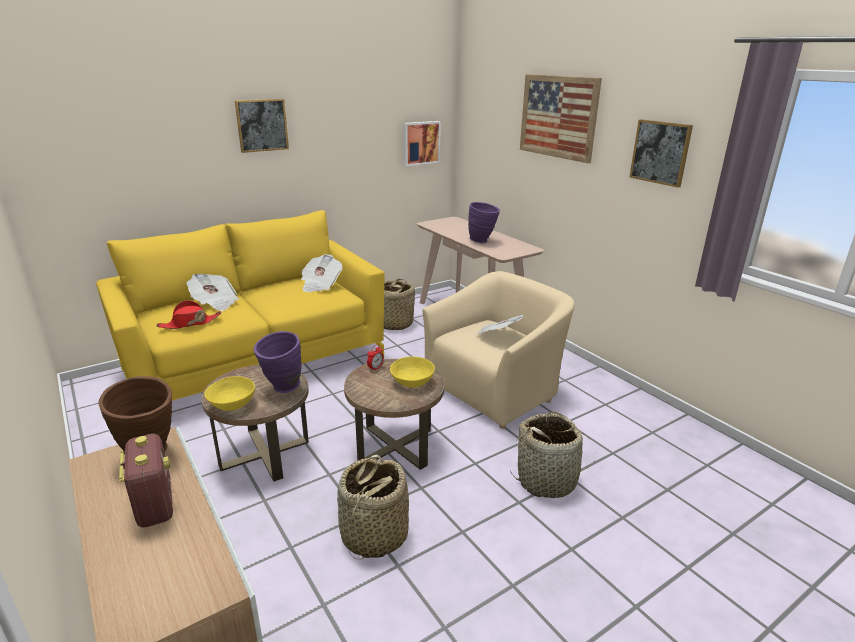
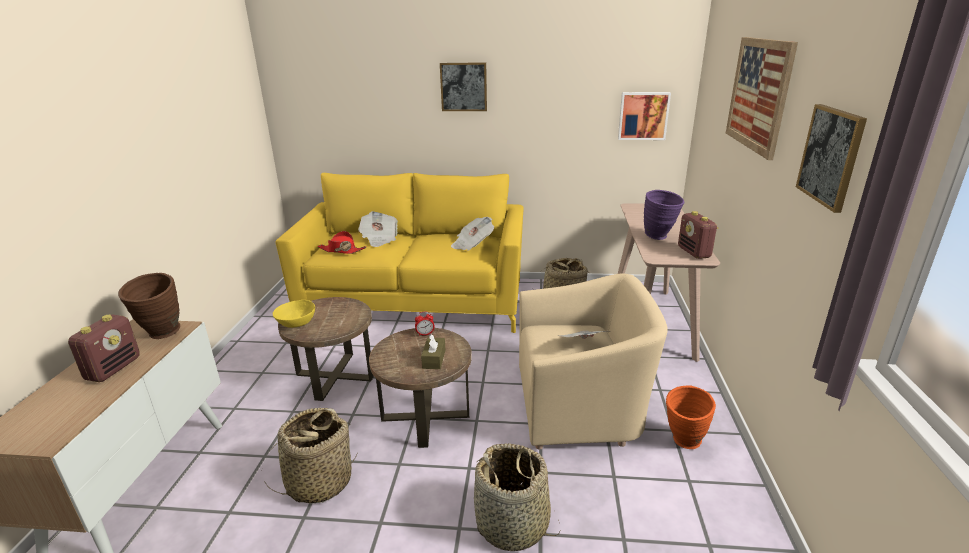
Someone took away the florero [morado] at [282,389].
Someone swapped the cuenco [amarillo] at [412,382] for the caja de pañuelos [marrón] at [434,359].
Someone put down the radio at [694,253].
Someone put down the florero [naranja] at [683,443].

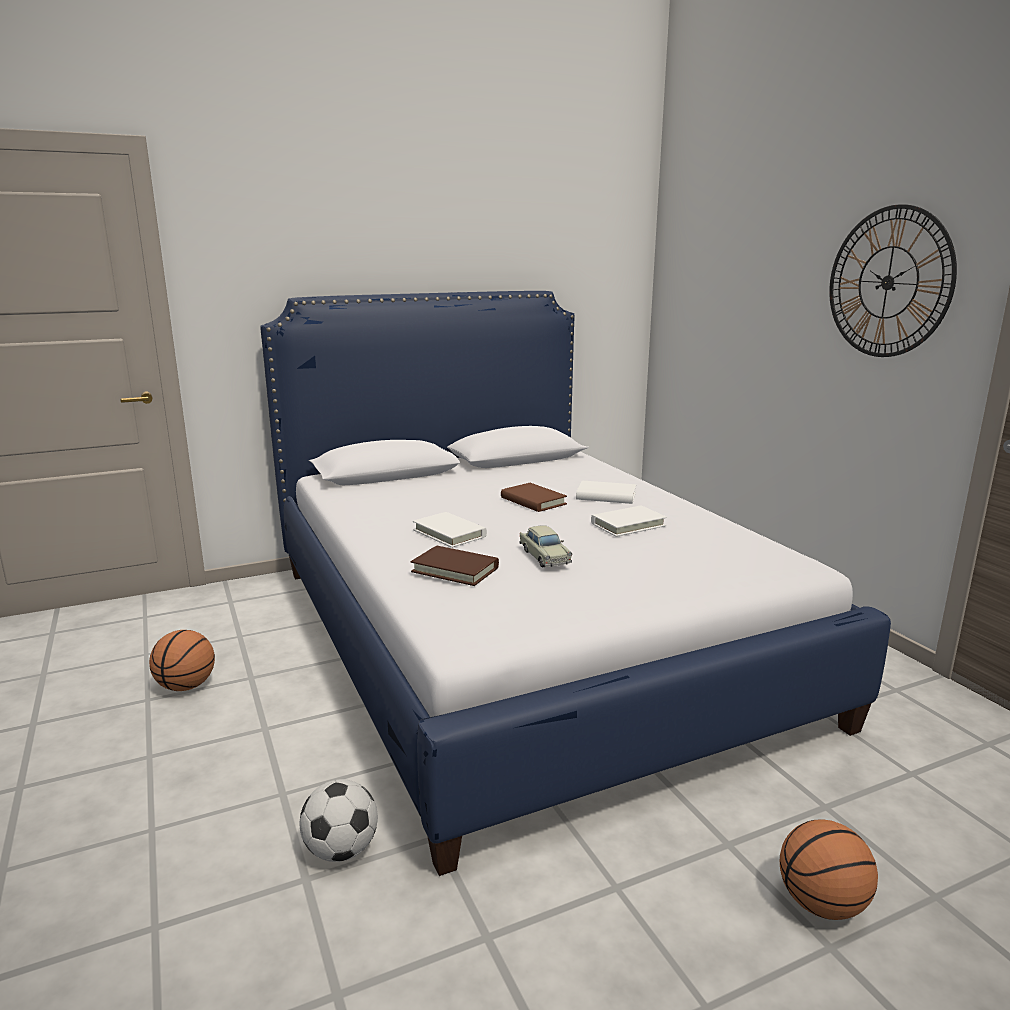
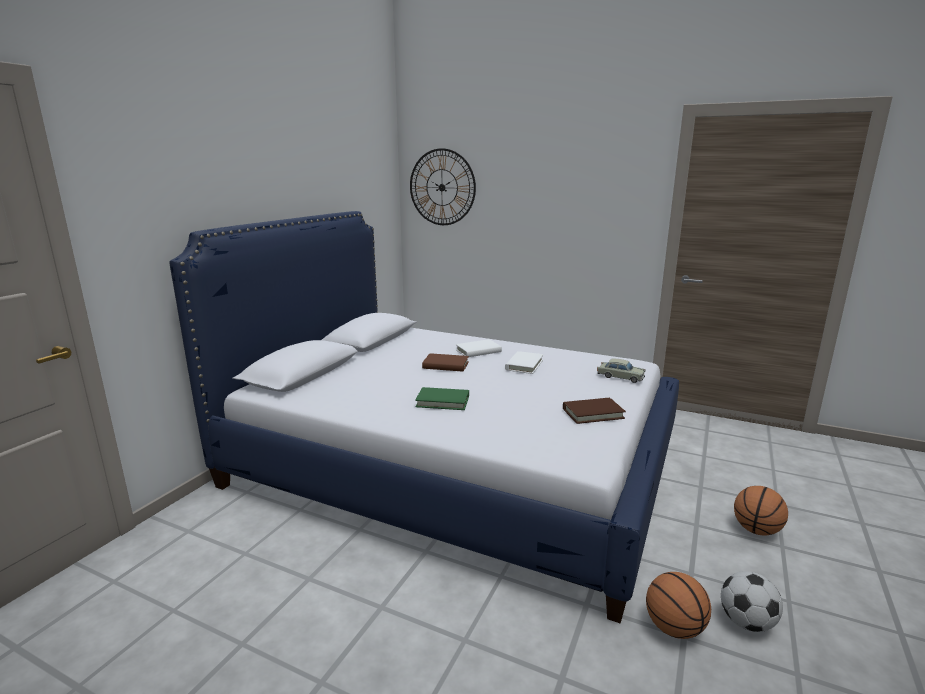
Someone carried the reloj de pared from [888,282] to [442,187].
Someone repainted the libro [blanco] at [449,533], which became the libro [verde] at [442,401].
Someone carried the coche de juguete [beis] from [544,556] to [620,377].
Someone carried the libro [marrón] from [455,570] to [593,413].
Someone carried the balón de baloncesto from [186,686] to [674,628].
Someone carried the balón de fútbol from [341,850] to [746,622].

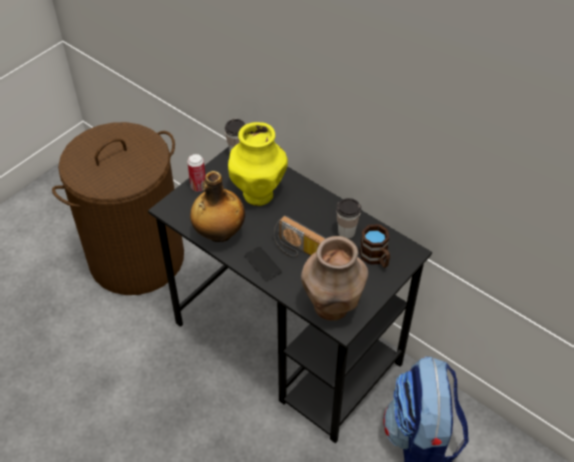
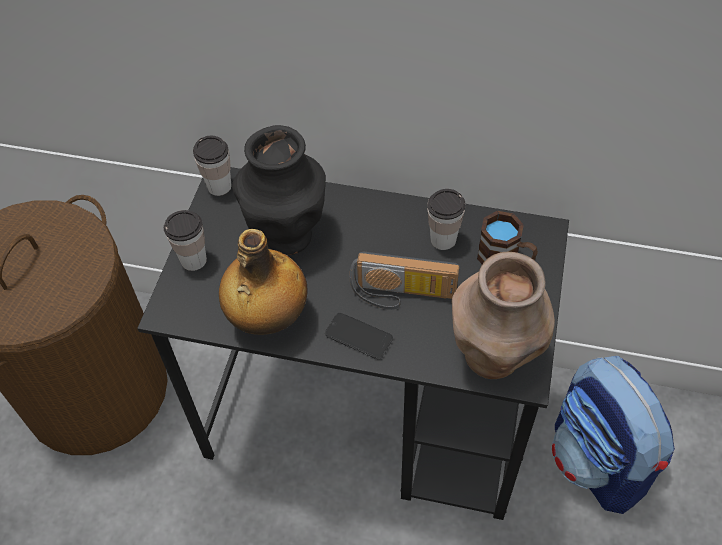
Someone repainted the florero [amarillo] at [258,194], which became the florero [negro] at [288,235].
Someone swapped the lata at [198,187] for the taza at [193,260].

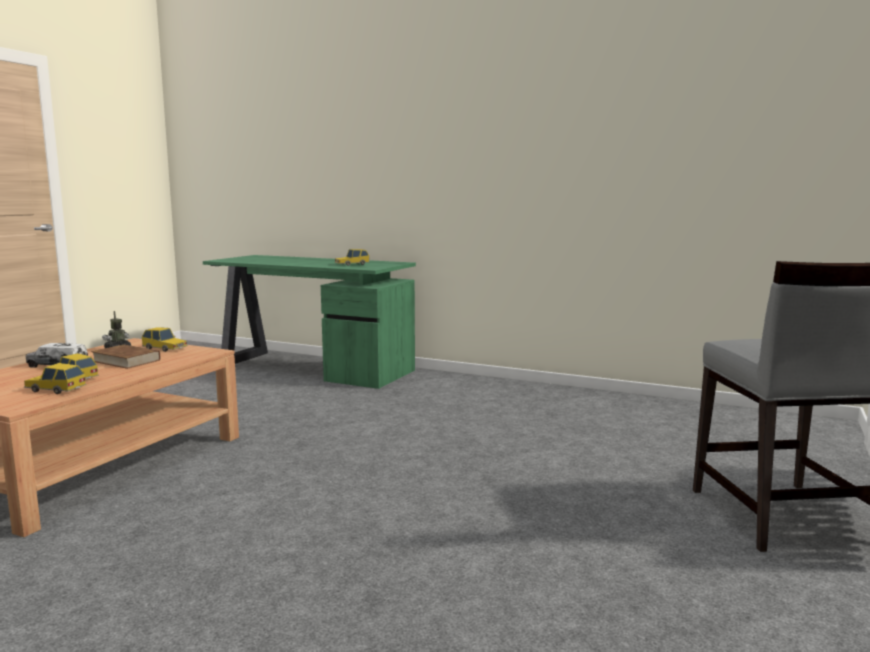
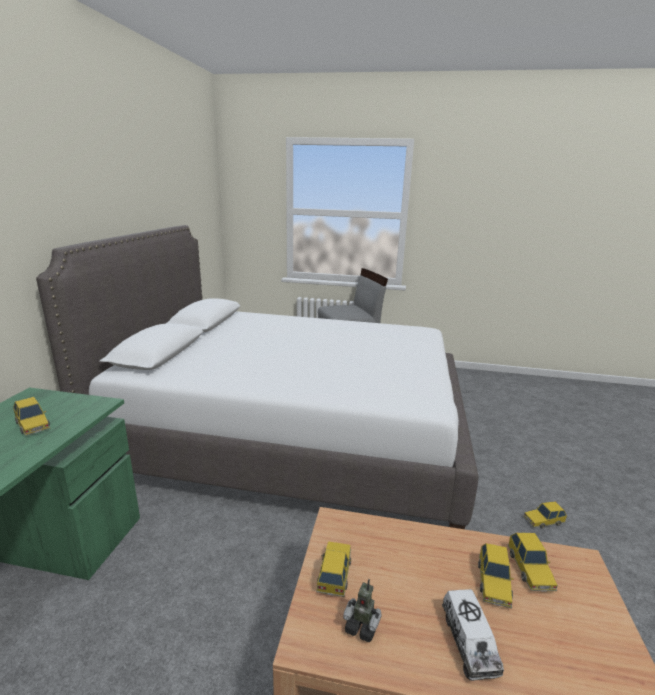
Someone took away the libro [marrón] at [126,360].
Someone put down the cama [blanco] at [293,435].
Someone put down the coche de juguete at [543,520].

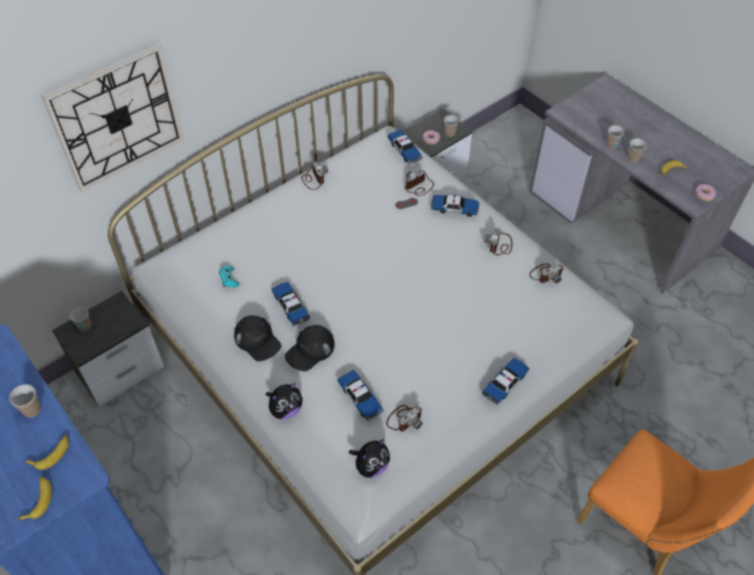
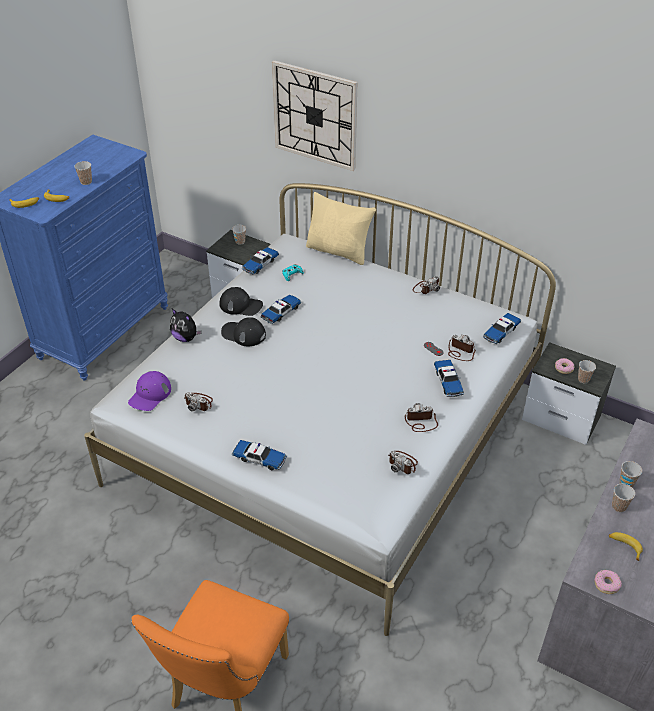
Someone rotated the gorra [negro] at [257,340] by 105 degrees counterclockwise.
Someone carried the coche de juguete from [360,398] to [260,264].
Someone swapped the peluche at [371,466] for the gorra [morado] at [150,395].
Someone put down the cojín [beis] at [339,251].

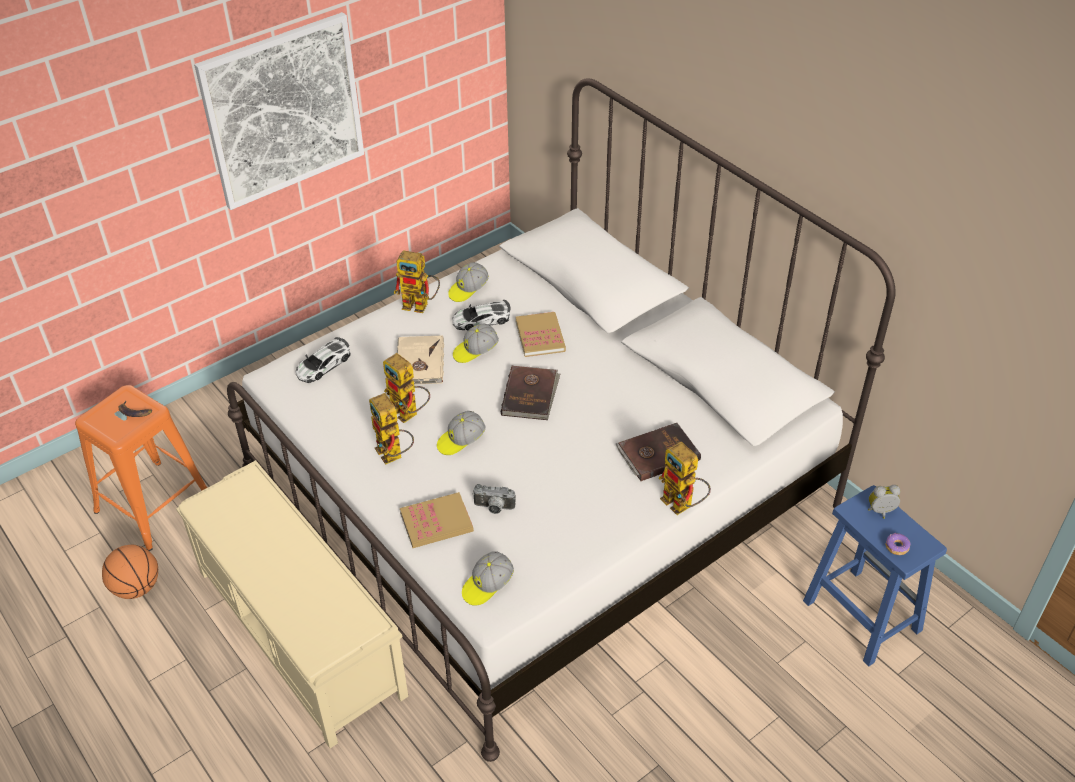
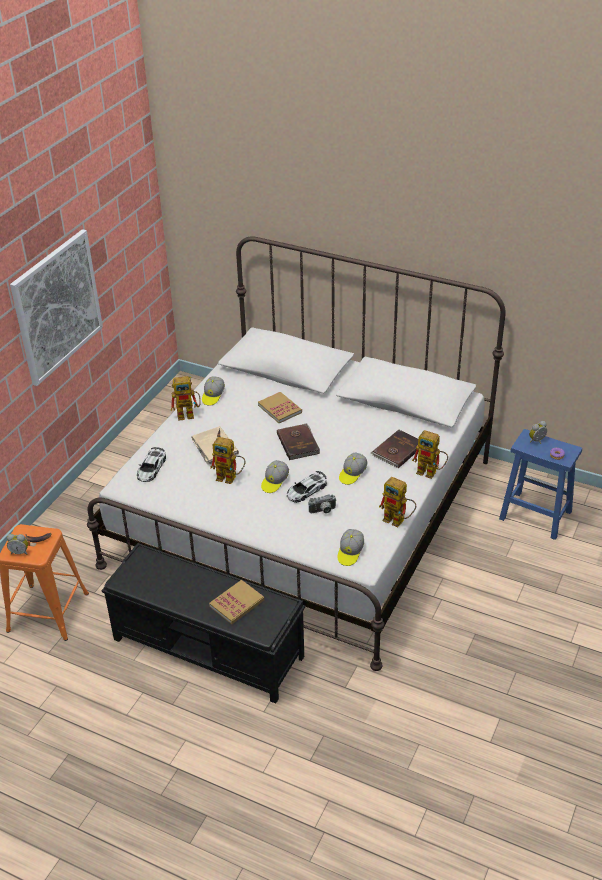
Someone carried the coche de juguete from [481,320] to [306,490].
Someone carried the gorra from [475,351] to [352,474].
Someone carried the robot de juguete from [394,456] to [398,520].
Someone repainted the banco [beis] at [301,633], which became the banco [negro] at [209,648].
Someone carried the libro from [436,522] to [237,603].
Someone took away the balón de baloncesto at [136,587].
Someone put down the despertador at [20,552].

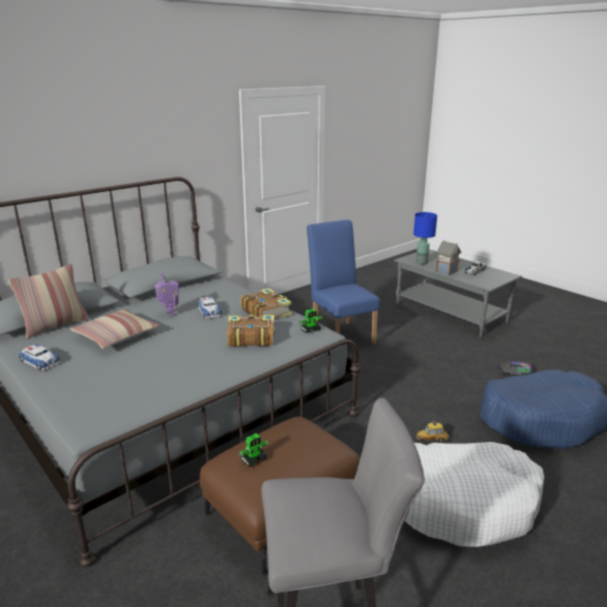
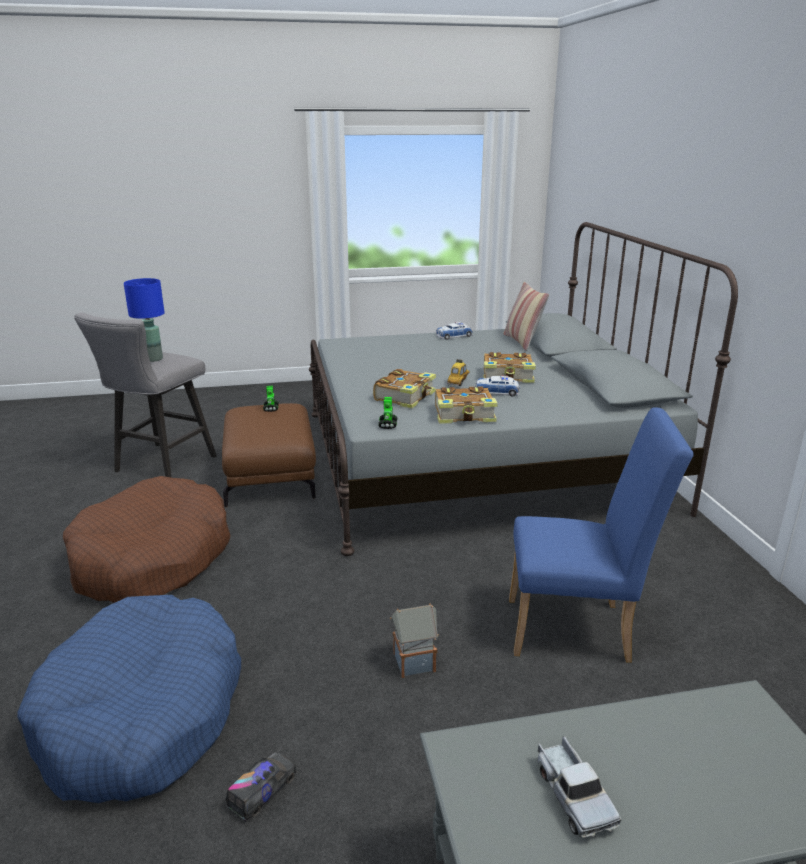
Someone carried the lámpara de mesa [azul] from [422,262] to [153,359].
Someone carried the casita from [447,271] to [413,663].
Someone swapped the robot de juguete at [169,314] for the libro at [508,376].
Someone took away the cojín at [116,336].
Someone carried the coche de juguete from [432,439] to [458,382].
Someone repainted the cama para perro [blanco] at [461,502], which became the cama para perro [marrón] at [152,558].

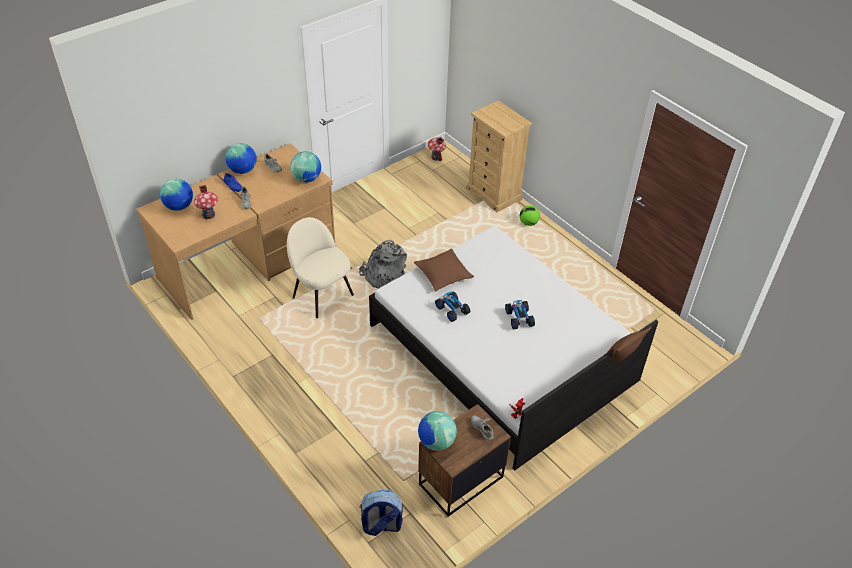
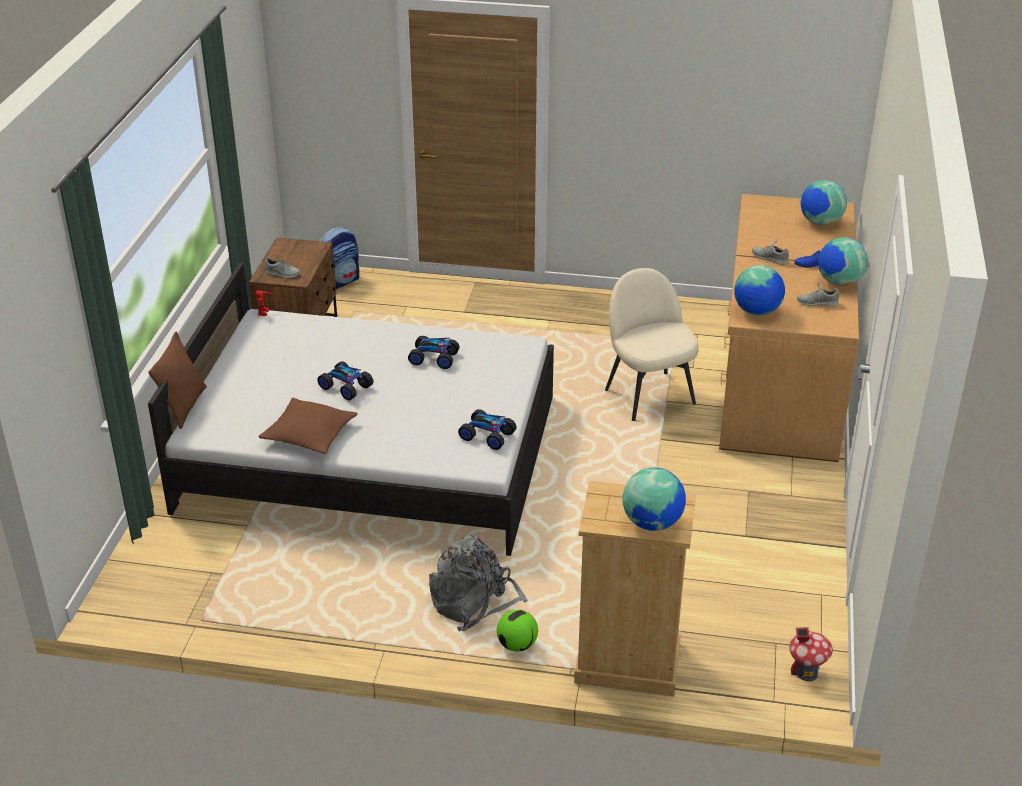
Someone took away the casita at [208,215].
Someone rotated the silla [beis] at [322,295] by 120 degrees counterclockwise.
Someone carried the mochila [gris] from [384,276] to [474,601].
Someone carried the cojín [marrón] from [443,274] to [309,434].
Someone carried the globo terráqueo from [436,442] to [652,522].
Someone put down the coche de juguete at [487,435].

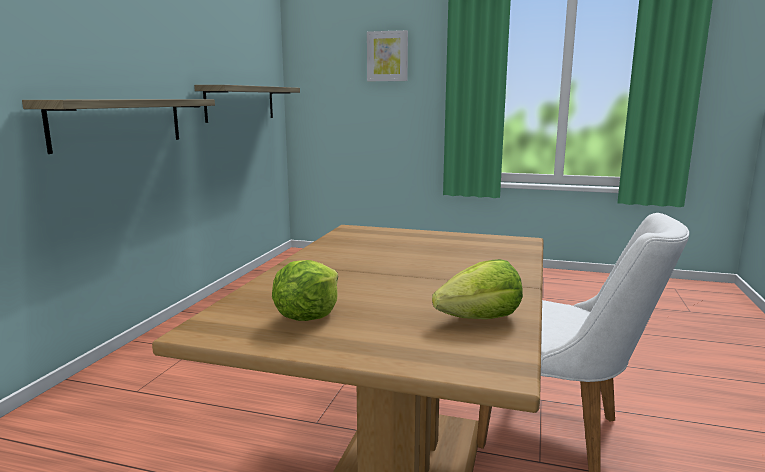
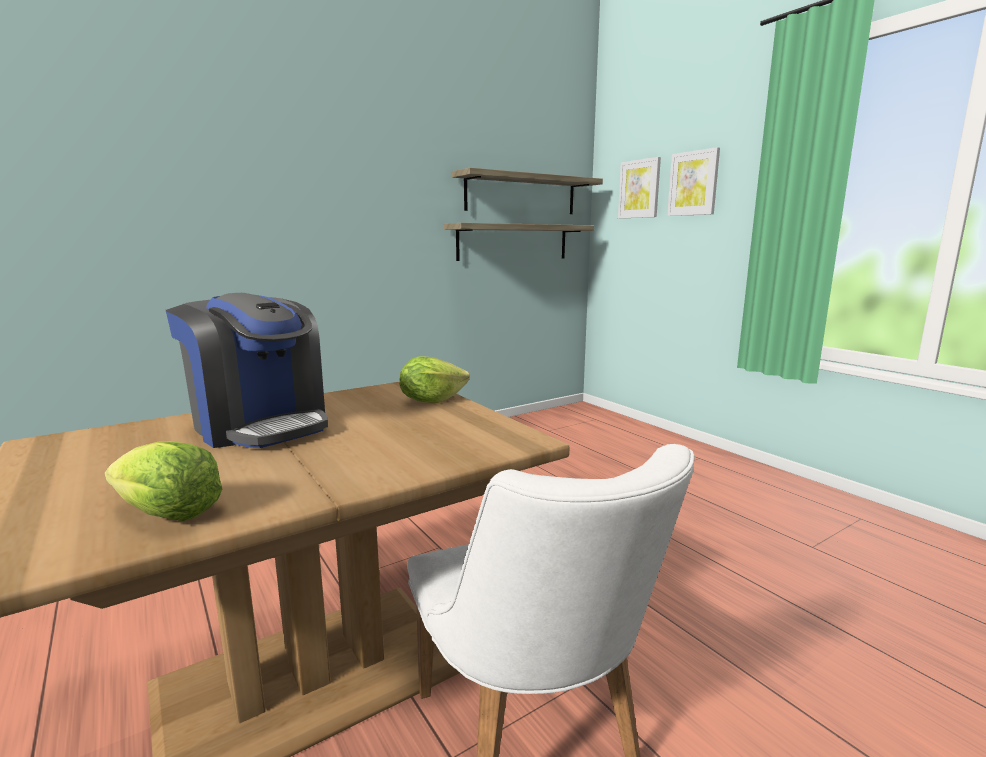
Someone carried the estante from [120,122] to [521,194].
Someone carried the lechuga from [308,316] to [431,400].
Someone put up the cuadro at [639,189].
Someone put down the cafetera at [260,425].

